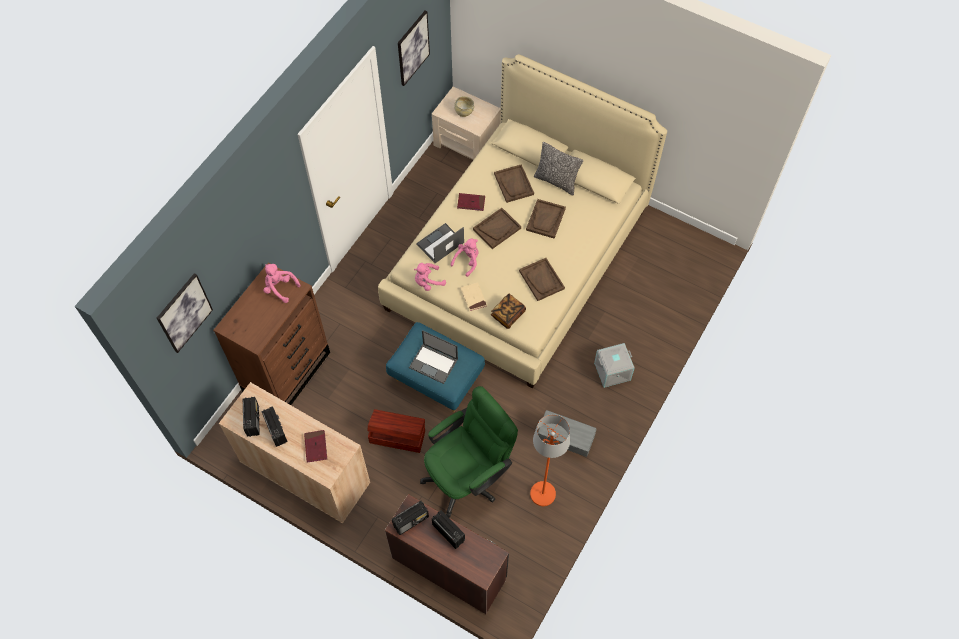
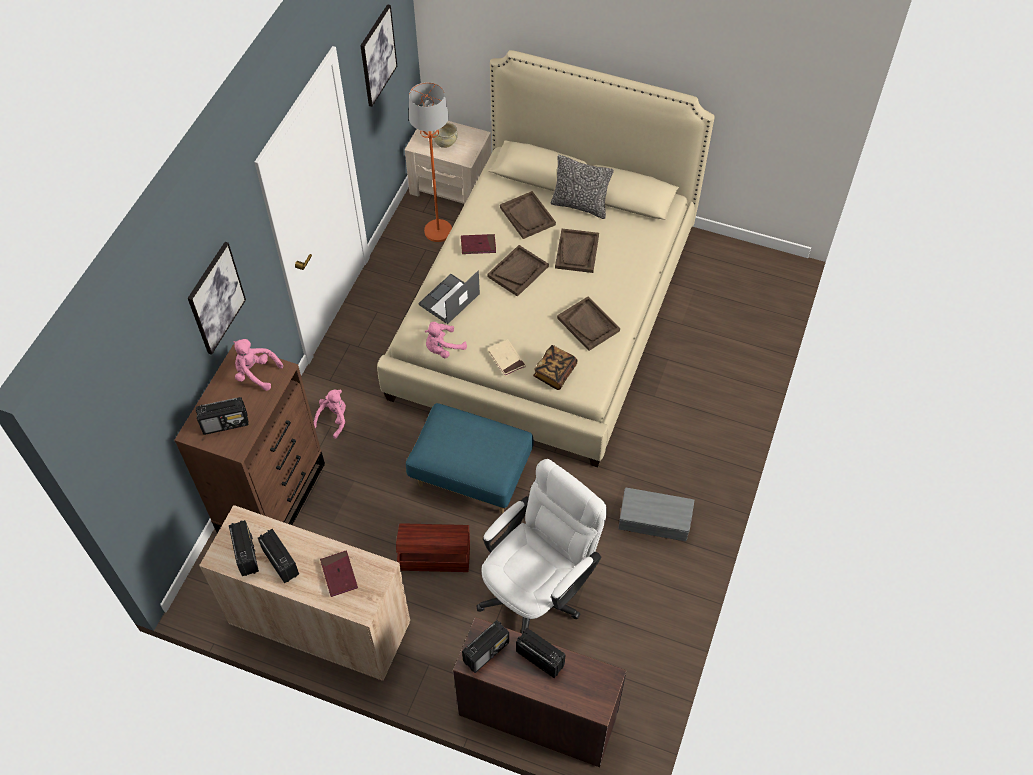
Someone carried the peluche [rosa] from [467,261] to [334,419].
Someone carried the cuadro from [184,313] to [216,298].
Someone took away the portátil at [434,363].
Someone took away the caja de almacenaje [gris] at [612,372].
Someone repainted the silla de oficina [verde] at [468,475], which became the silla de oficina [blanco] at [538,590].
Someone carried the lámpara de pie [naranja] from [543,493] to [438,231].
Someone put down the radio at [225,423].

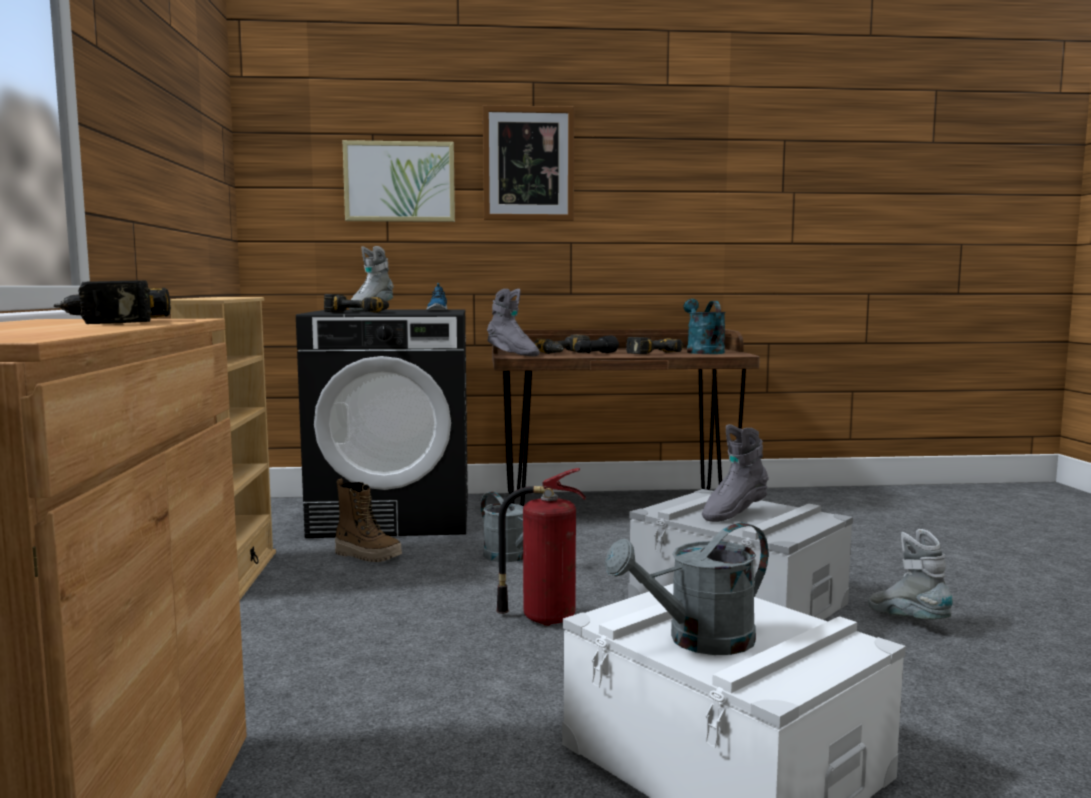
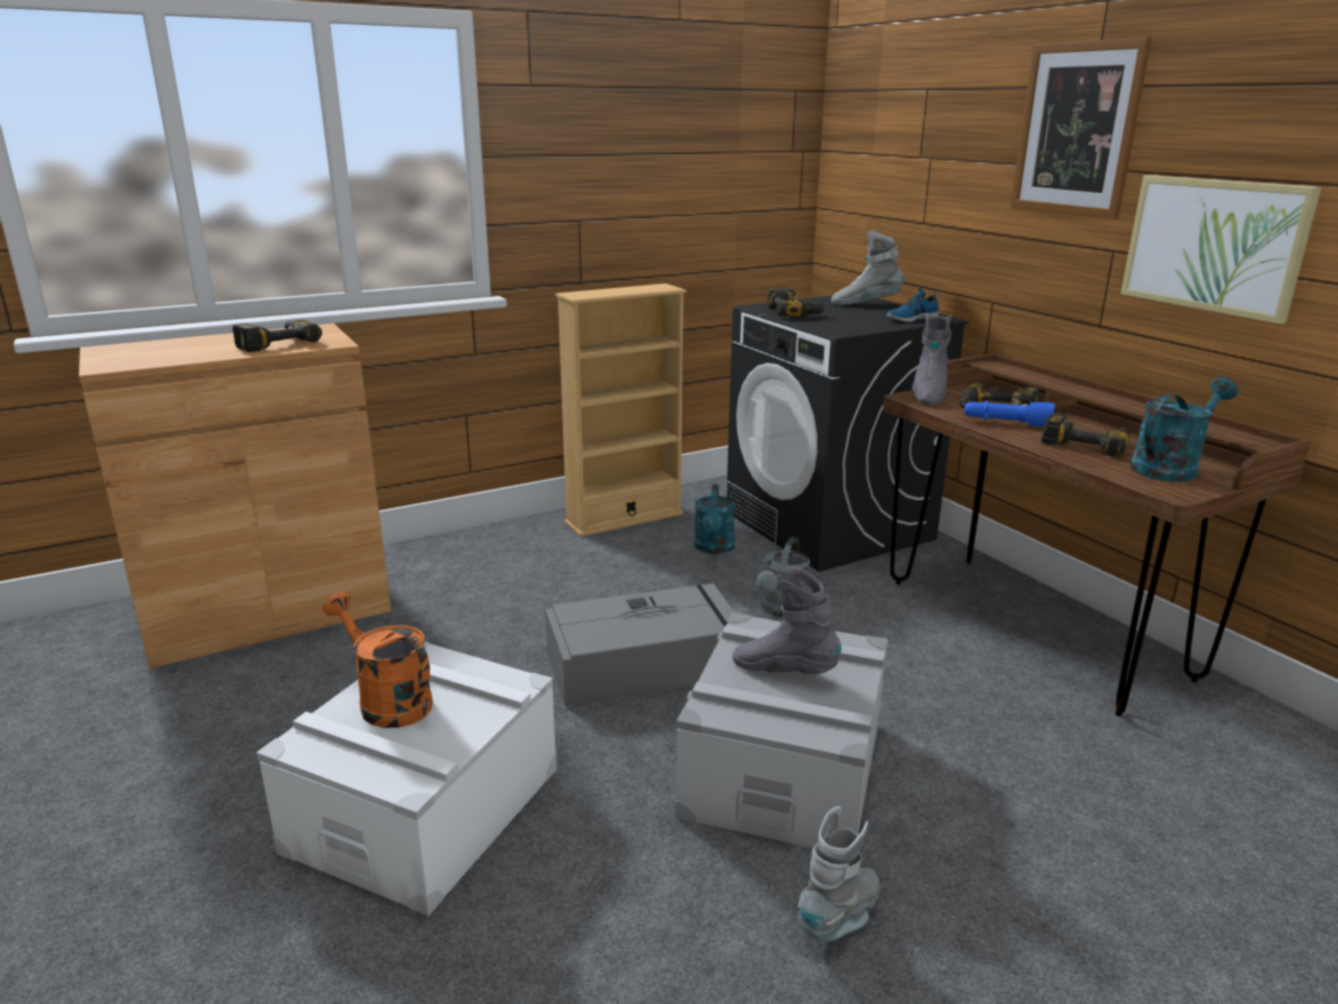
Someone carried the cuadro from [399,182] to [1214,245].
Someone repainted the linterna [negro] at [594,354], which became the linterna [azul] at [1006,423].
Someone swapped the extintor at [545,617] for the caja de almacenaje [gris] at [646,664].
Someone swapped the bota at [368,556] for the regadera [turquesa] at [714,548].
Someone repainted the regadera [gris] at [698,641], which became the regadera [naranja] at [387,701].

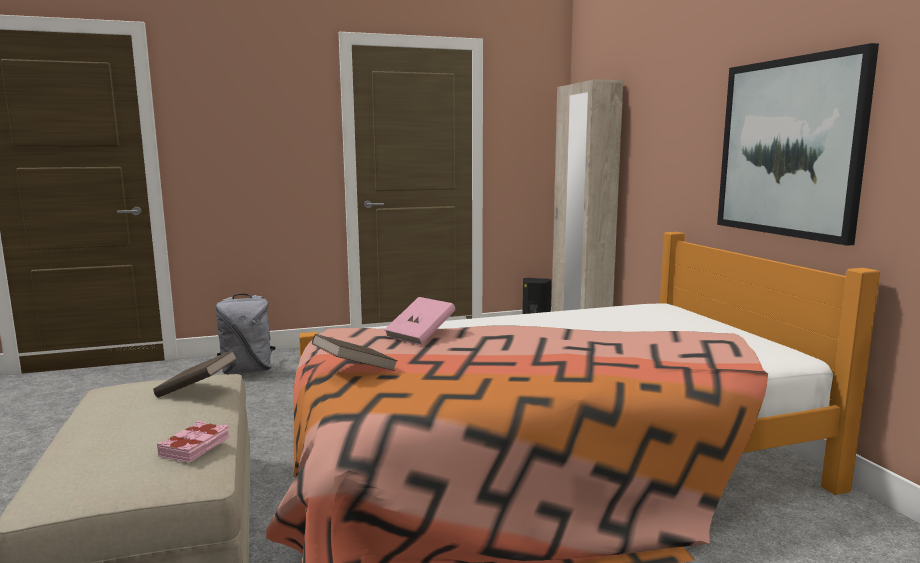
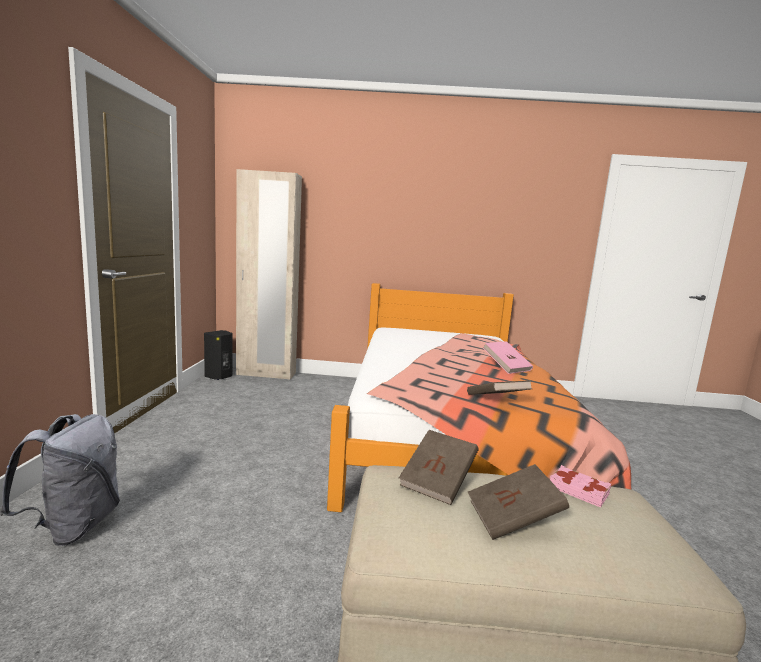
Someone took away the cuadro at [789,147].
Someone carried the libro [rosa] from [420,335] to [506,367].
Someone put down the libro [marrón] at [512,519].

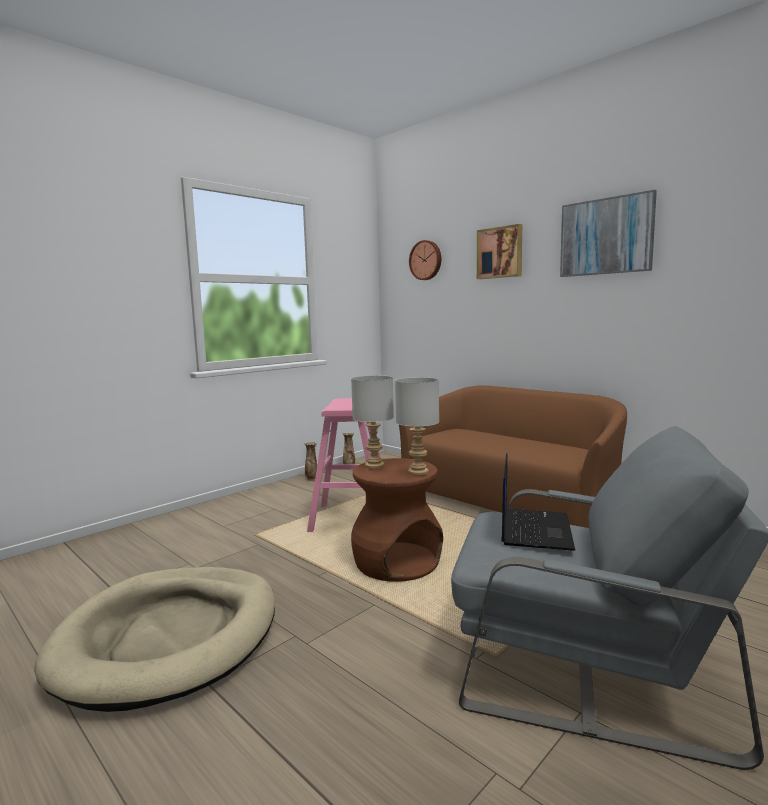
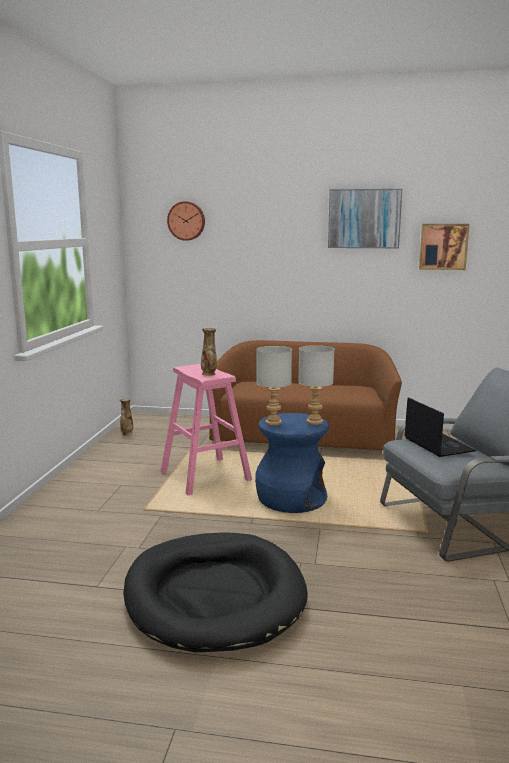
Someone carried the cuadro from [500,252] to [443,246].
Someone carried the florero from [311,479] to [209,374].
Someone repainted the taburete [marrón] at [396,561], which became the taburete [azul] at [291,498].
Someone repainted the cama para perro [beis] at [170,637], which became the cama para perro [negro] at [214,595].

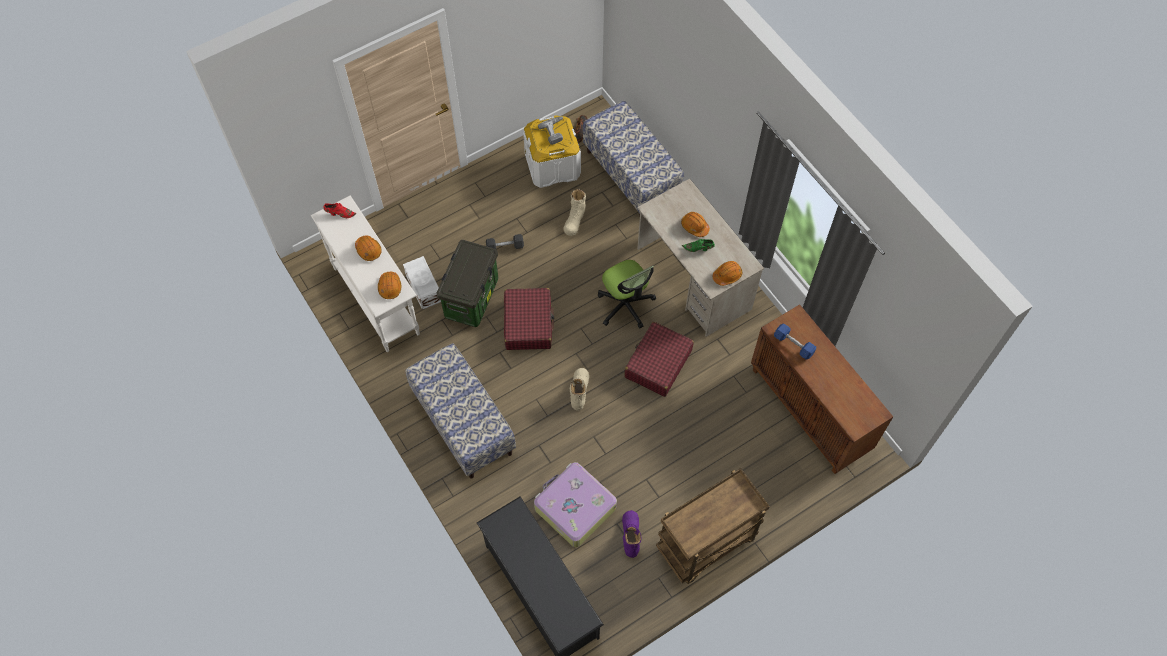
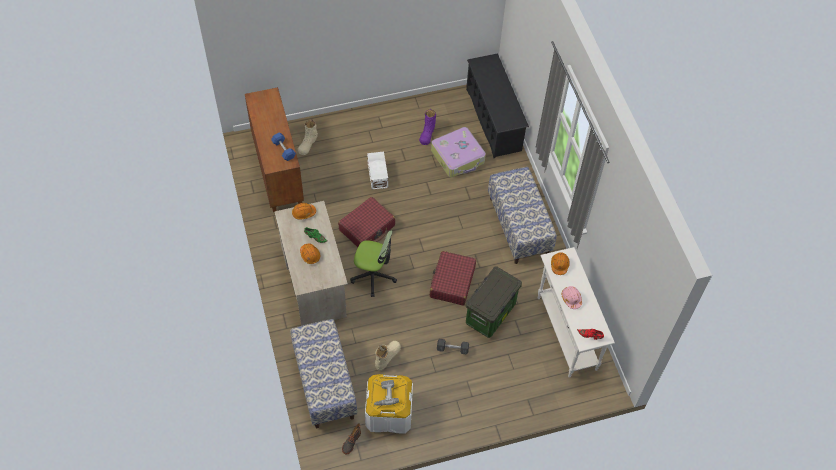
Someone repainted the casco [naranja] at [368,250], which became the casco [rosa] at [571,299].
Someone carried the caja de almacenaje [blanco] from [423,289] to [378,175].
Someone rotated the silla de oficina at [625,305] by 120 degrees clockwise.
Someone carried the bota [beis] from [579,390] to [308,144].
Someone took away the carrito [marrón] at [705,545].

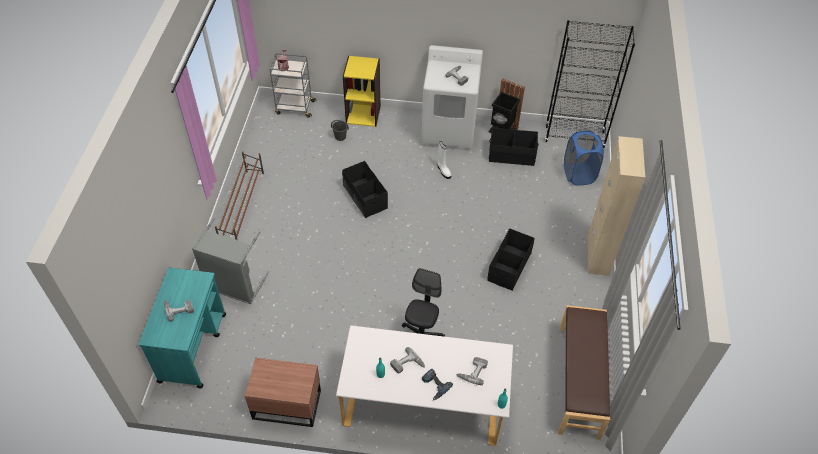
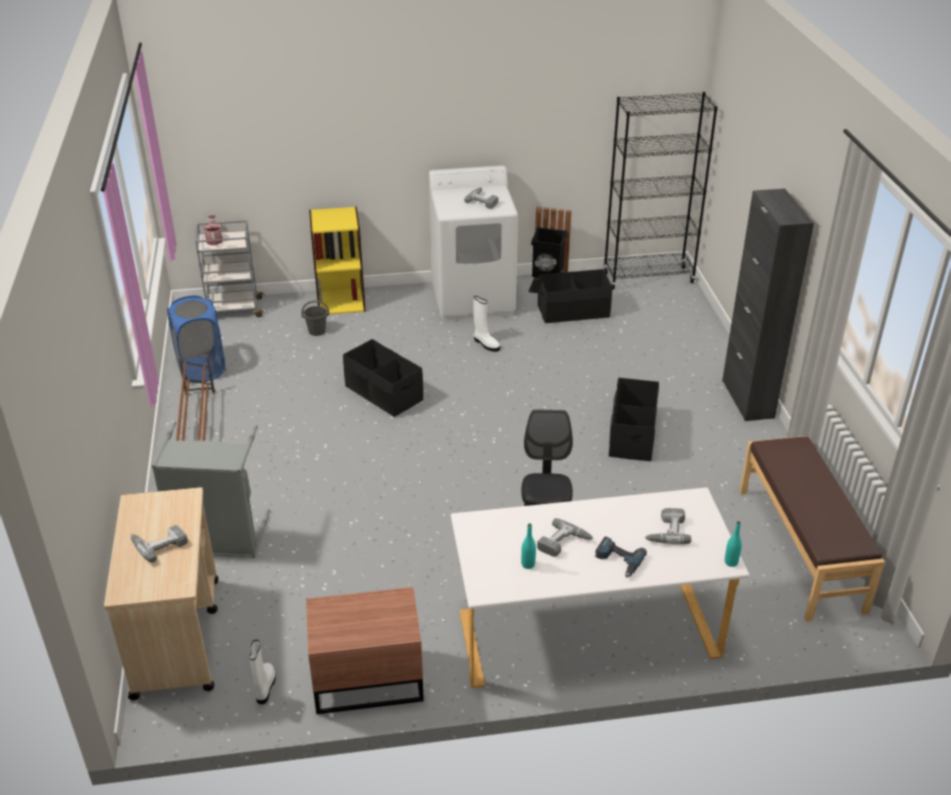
Someone carried the cesto de la ropa [azul] from [578,174] to [201,369].
Someone repainted the armario [beis] at [598,255], which became the armario [negro] at [747,399].
Someone repainted the carrito [turquesa] at [193,347], which became the carrito [beis] at [177,636].
Someone put down the bota [blanco] at [265,687].

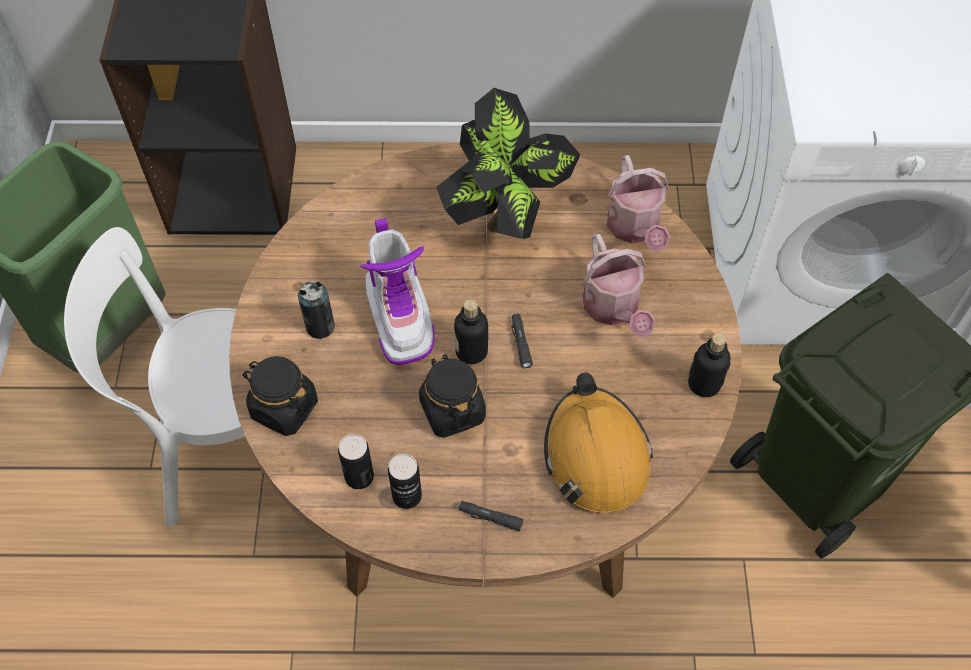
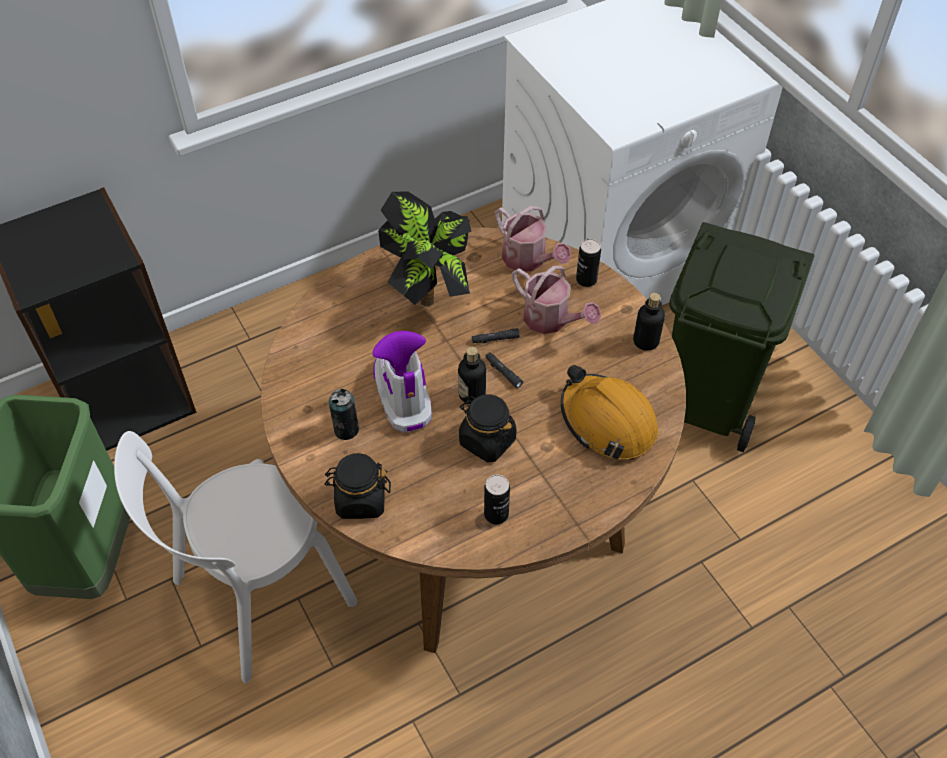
Someone rotated the bota at [400,316] by 150 degrees counterclockwise.
Someone carried the lata from [359,476] to [586,279].
Someone carried the linterna [negro] from [490,518] to [495,339].

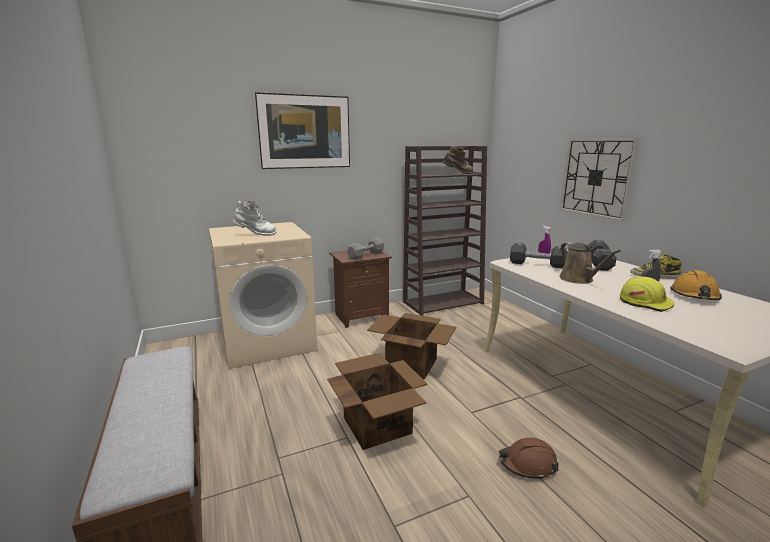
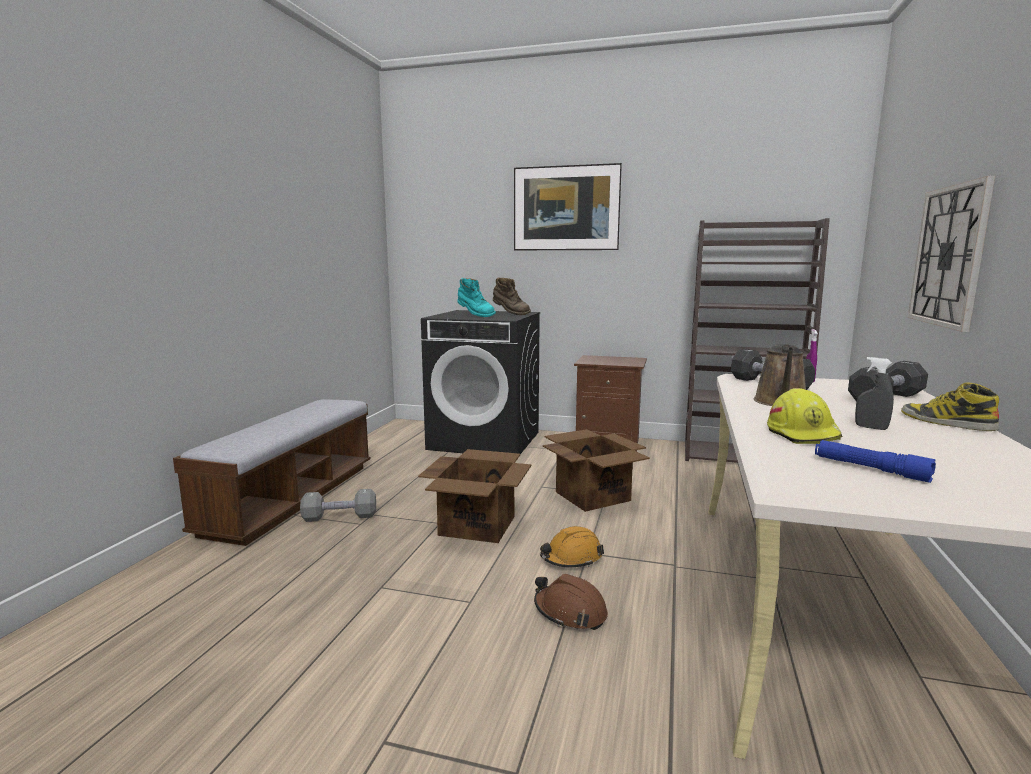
Someone carried the bota [marrón] from [458,173] to [510,314].
Someone repainted the bota [blanco] at [255,235], which became the bota [turquesa] at [475,315].
Someone repainted the lavadora [beis] at [268,342], which became the lavadora [negro] at [485,440].
Someone carried the mancuerna [gris] from [366,255] to [339,517].
Someone carried the casco [naranja] from [694,296] to [571,558].
Someone put down the linterna [azul] at [870,469].

